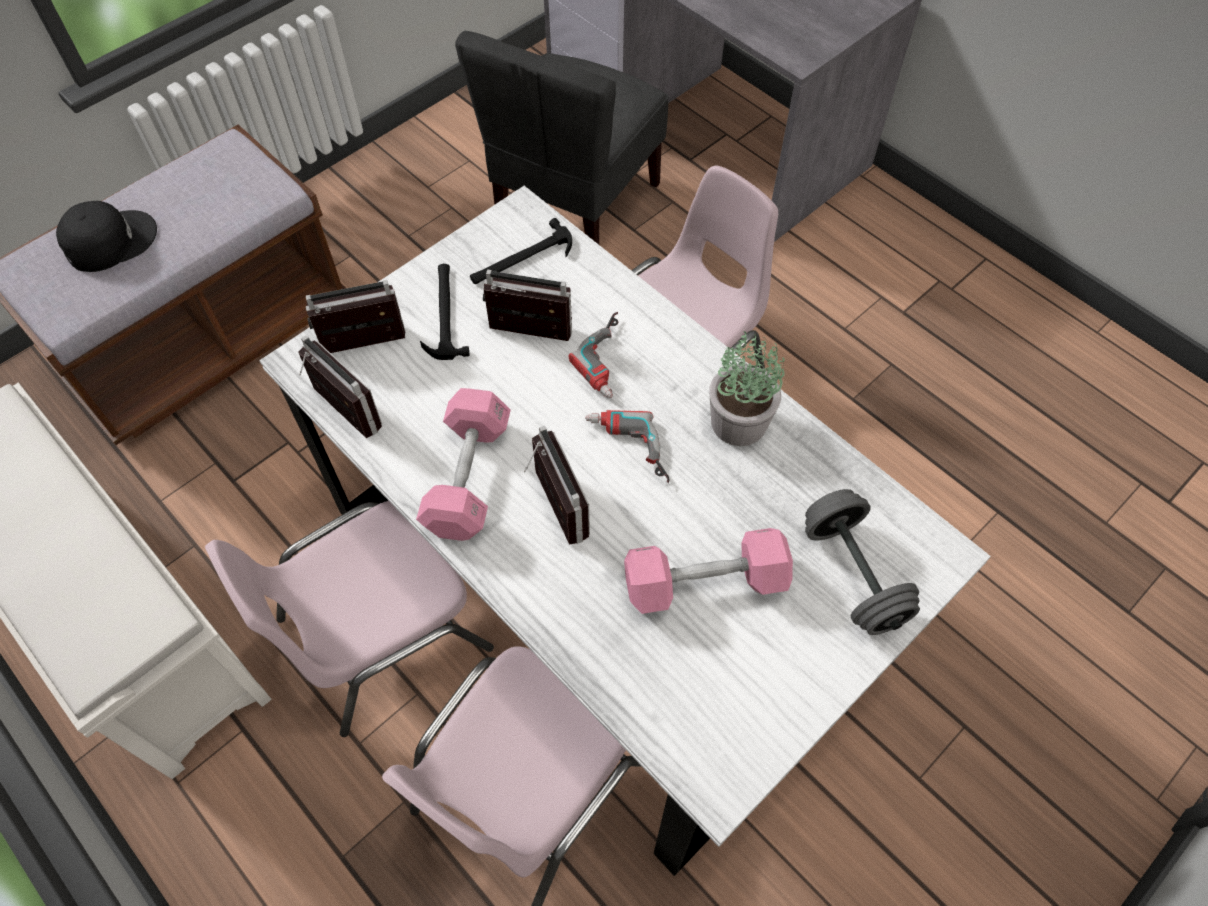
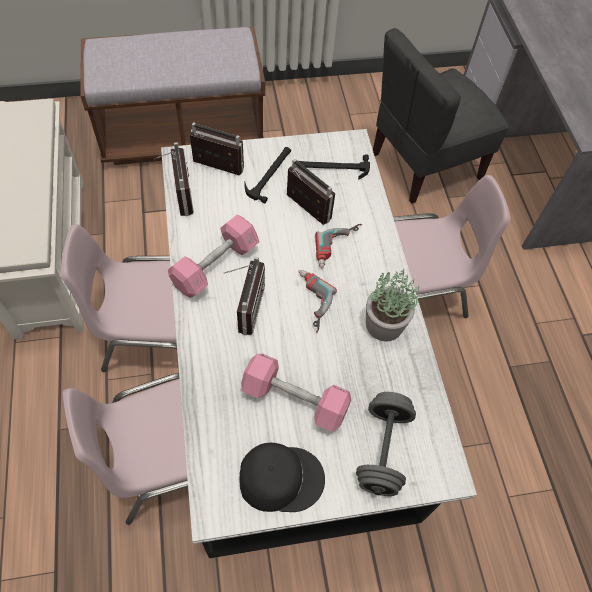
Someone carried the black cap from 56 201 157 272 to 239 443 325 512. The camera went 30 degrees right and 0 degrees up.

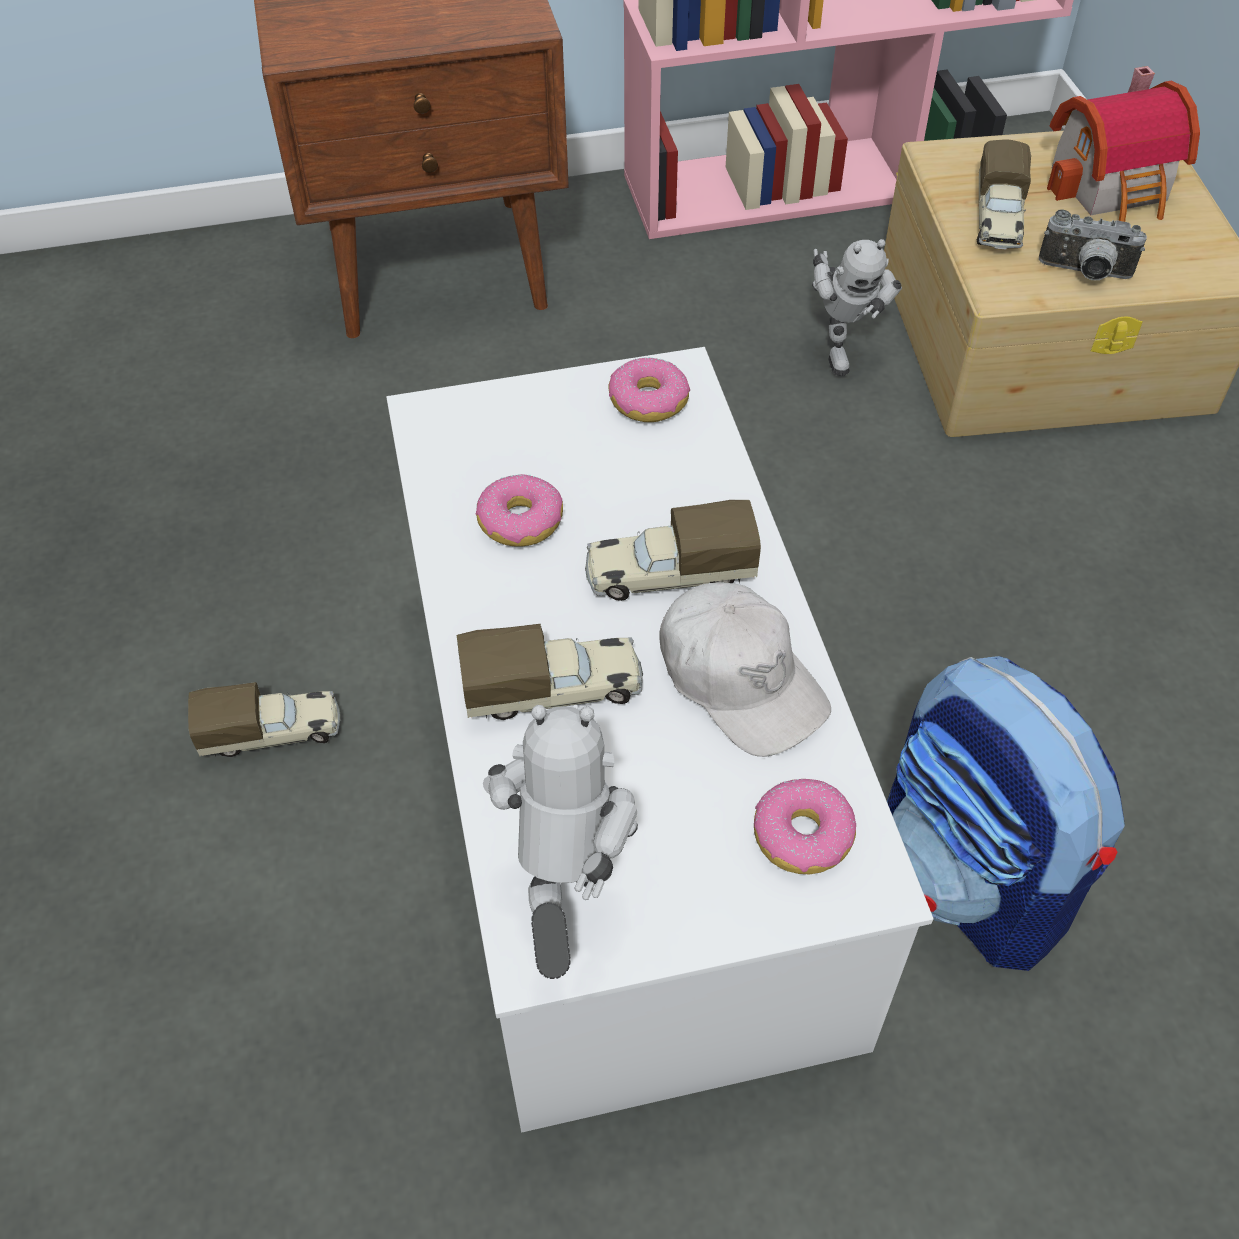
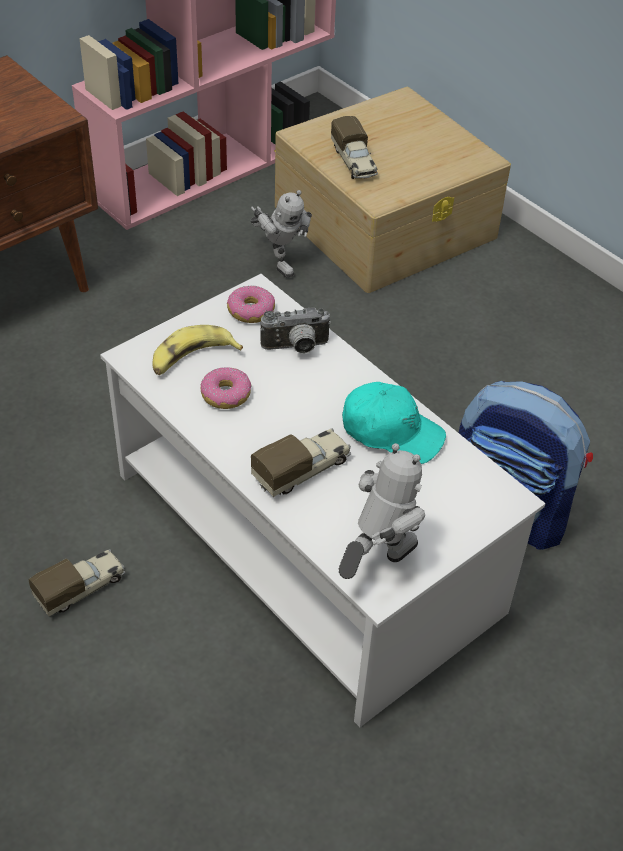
Someone took away the toy truck at 585 500 761 601. Someone took away the donut at 754 779 856 875. Someone took away the toy house at 1047 66 1200 222. Someone put down the banana at 152 325 243 375. Someone carried the photo camera from 1039 210 1147 280 to 261 307 331 354. Someone repainted the white cap at 660 582 831 757, which became the turquoise cap at 342 382 446 464. Someone rotated the toy robot at 483 705 638 979 by 60 degrees clockwise. The camera went 30 degrees left and 5 degrees down.

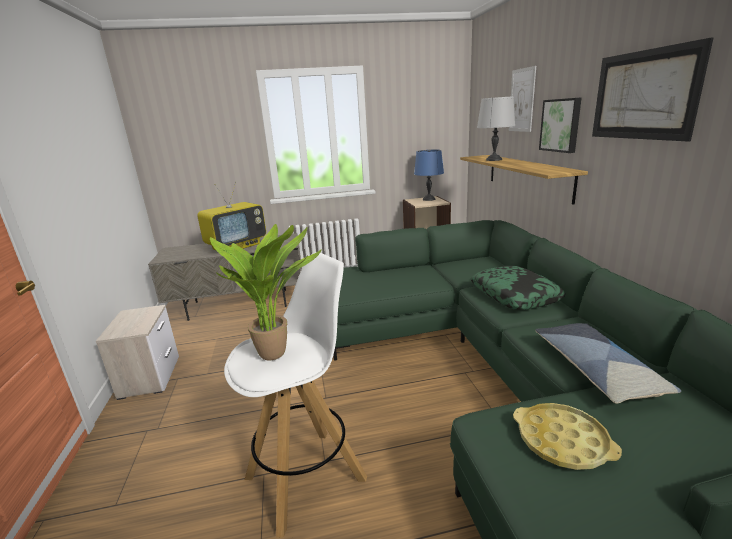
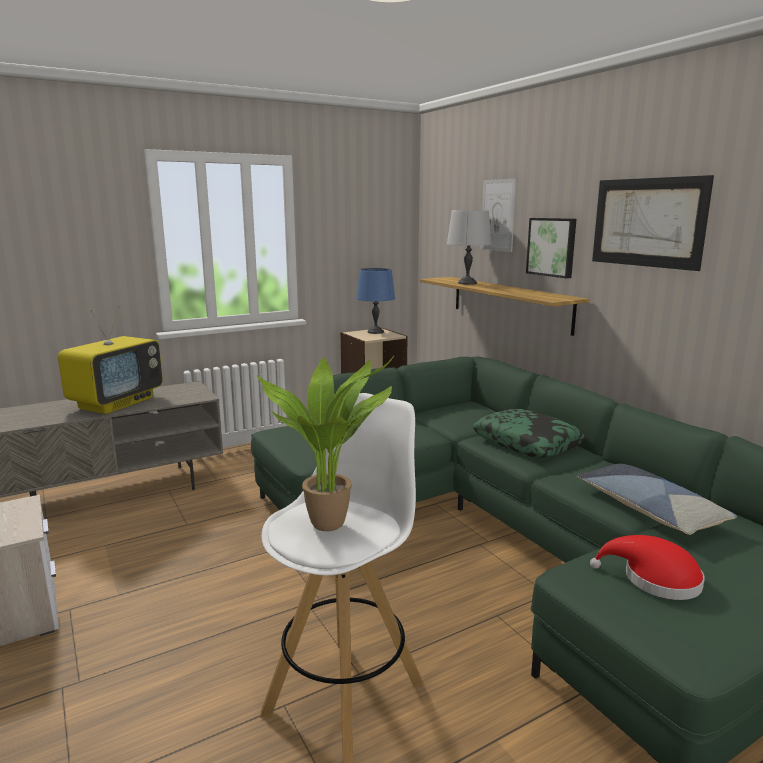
Someone swapped the yellow tray at 513 403 622 470 for the red hat at 590 535 705 600. The camera went 20 degrees left and 5 degrees down.

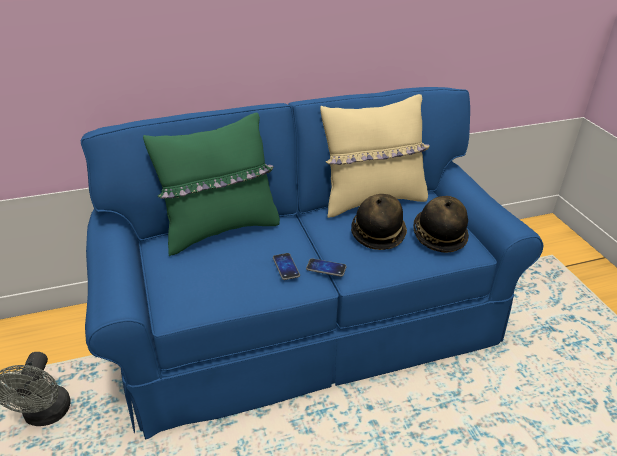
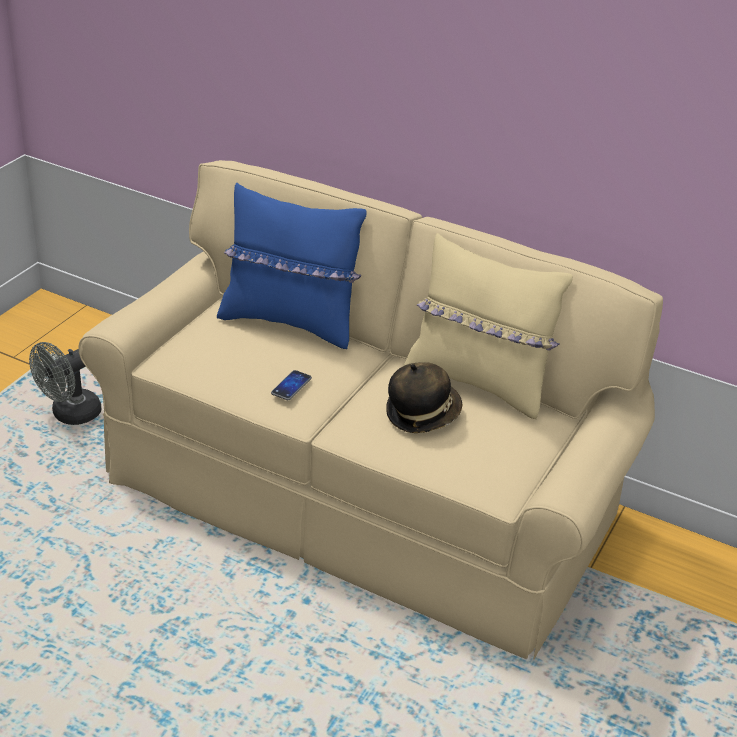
Someone took away the phone at 306 258 347 277. Someone took away the hat at 414 196 469 253. Someone repainted the blue sofa at 81 87 543 440, which became the beige sofa at 78 160 663 659. Someone repainted the green pillow at 143 113 280 256, which became the blue pillow at 217 183 367 349. The camera went 45 degrees right and 0 degrees up.

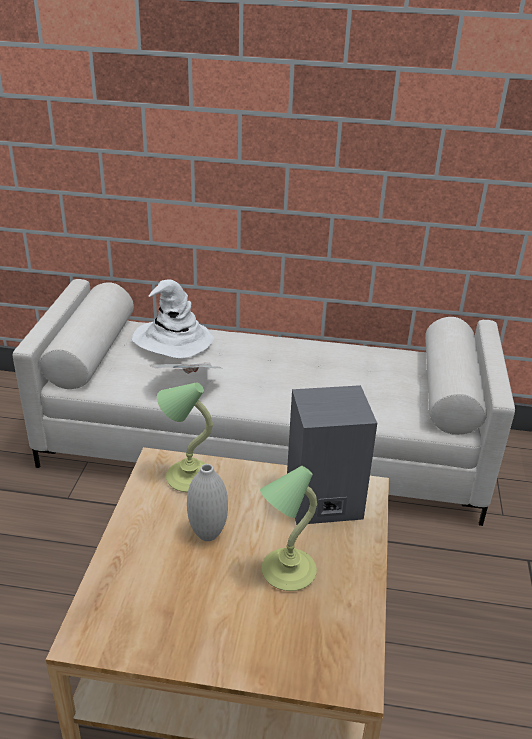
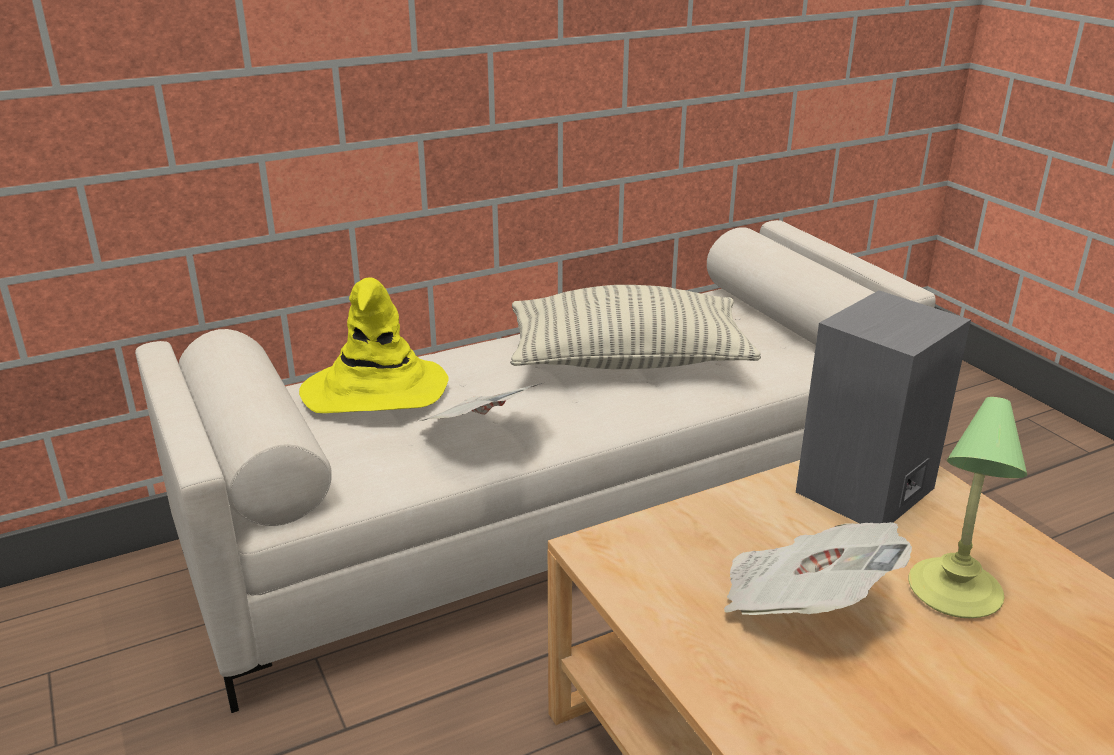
Someone took away the table lamp at 157 382 213 492. Someone put down the pillow at 510 285 761 369. Someone swapped the white vase at 187 464 228 541 for the newspaper at 724 522 912 615. Someone repainted the white hat at 132 279 214 358, which became the yellow hat at 299 277 448 413. The camera went 35 degrees left and 5 degrees down.

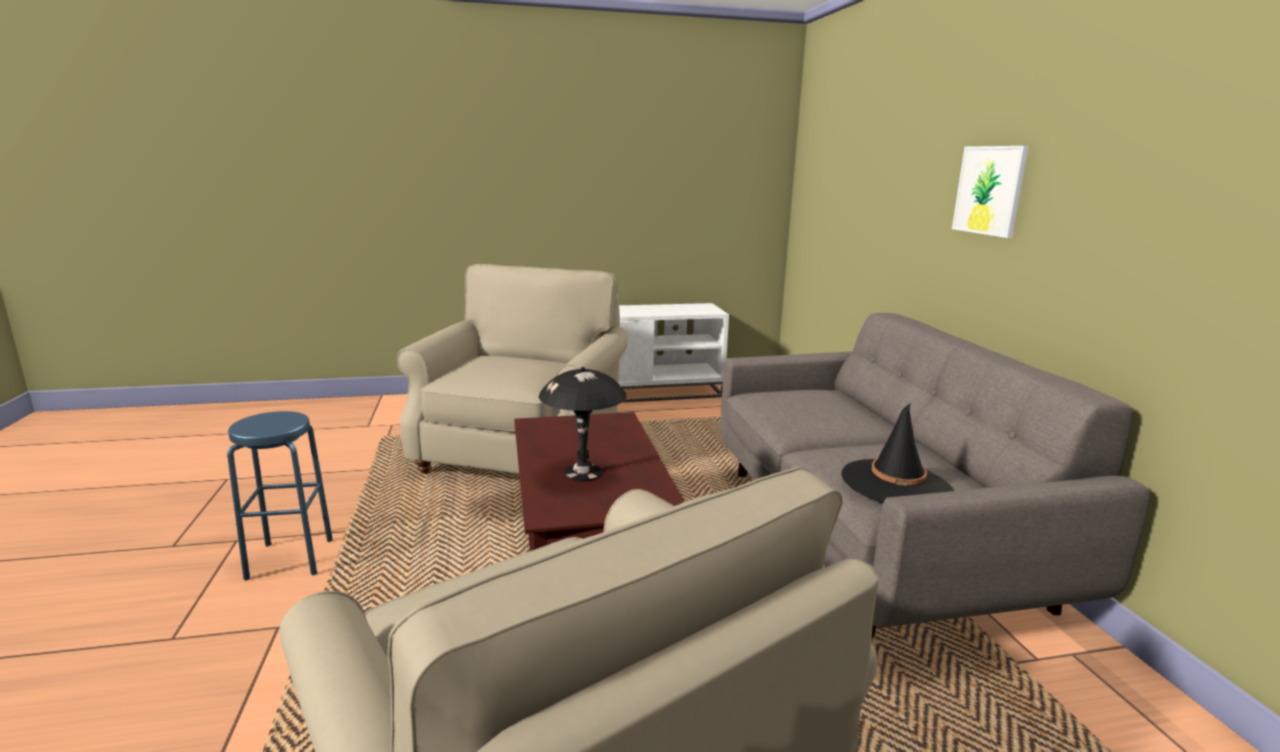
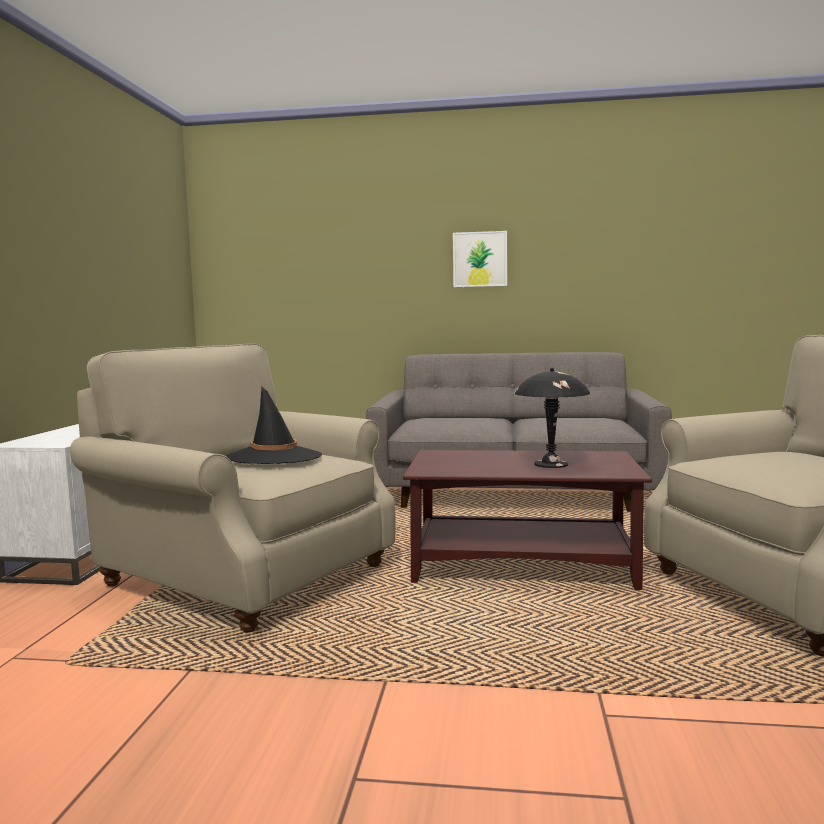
Someone took away the blue stool at 227 411 333 581. Someone carried the black hat from 841 403 955 503 to 226 387 322 464. The camera went 70 degrees left and 10 degrees down.

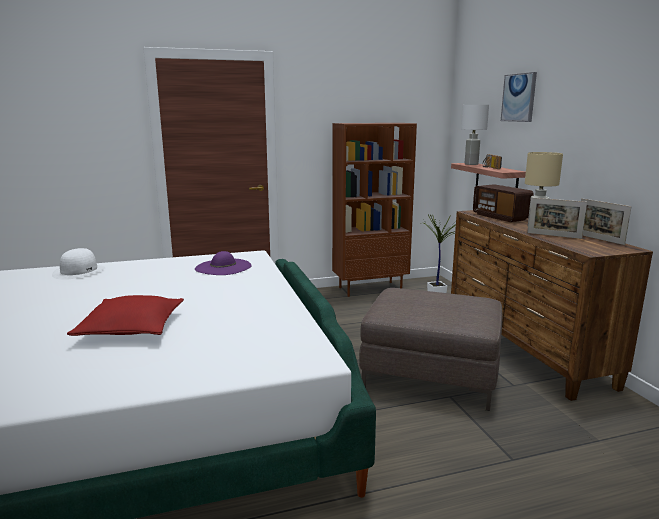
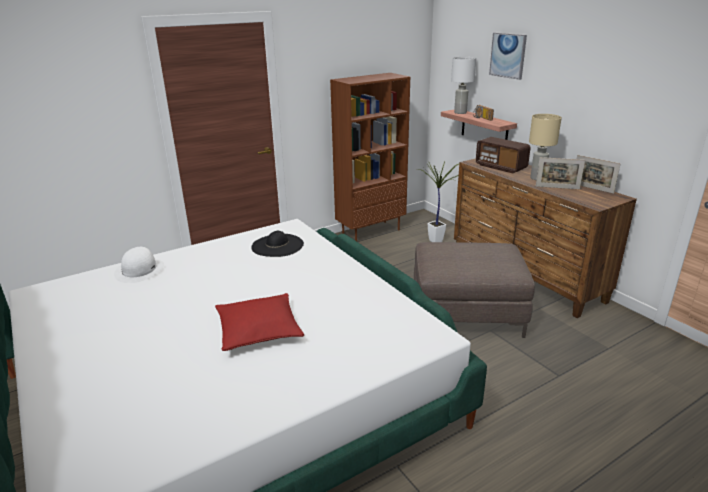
Someone repainted the purple hat at 195 251 252 275, which became the black hat at 251 231 304 257. The camera went 15 degrees left and 10 degrees up.

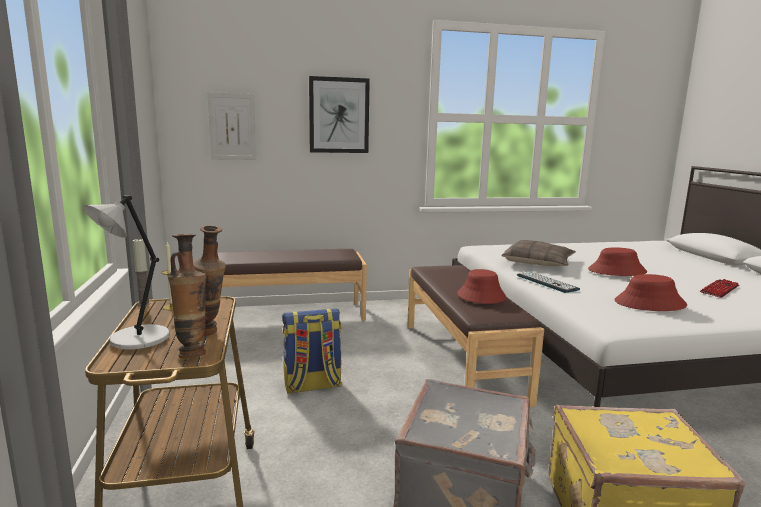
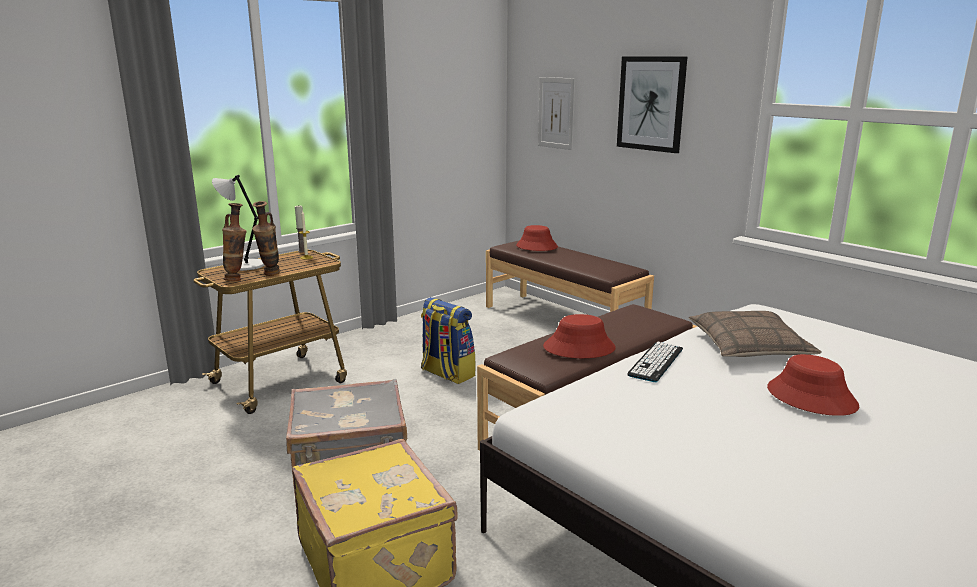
Someone took away the keyboard at 700 279 739 298. Someone carried the red hat from 615 274 687 311 to 516 225 558 251. The camera went 60 degrees right and 5 degrees up.

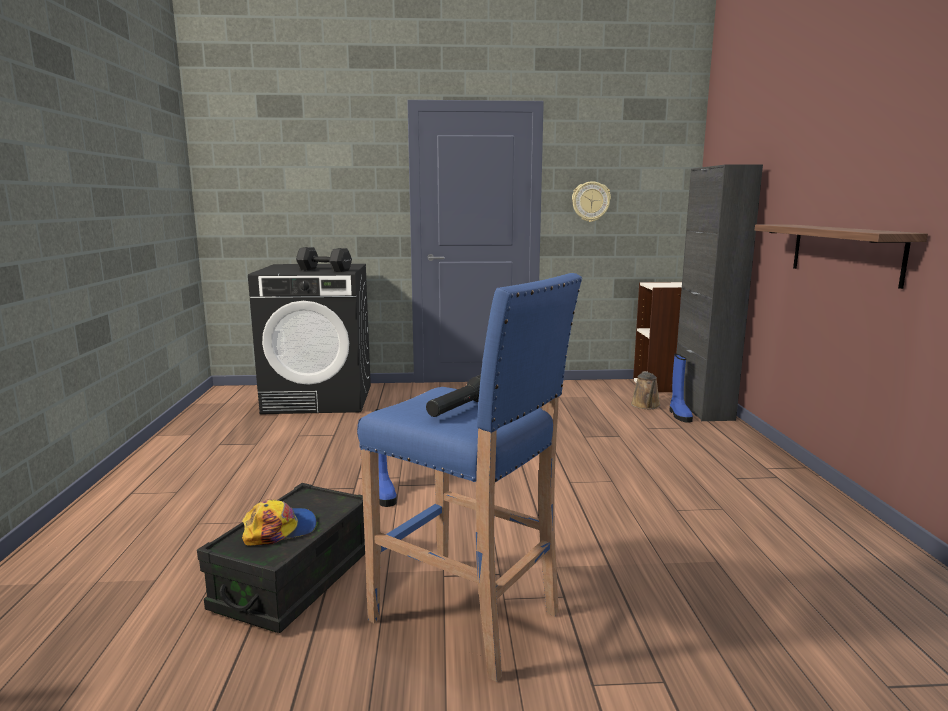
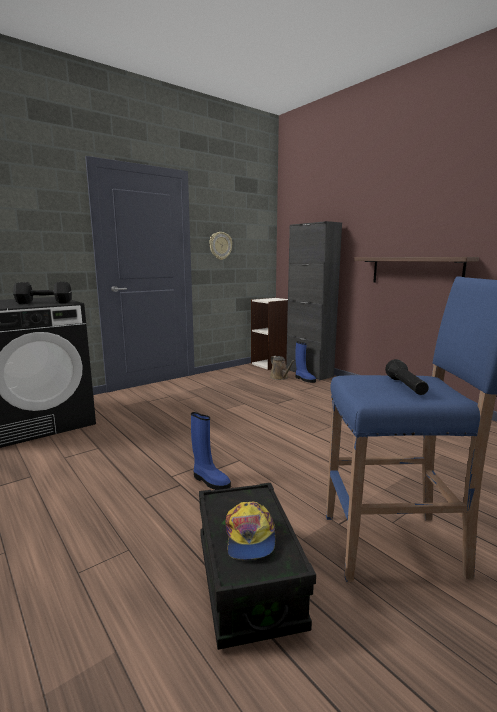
Someone rotated the cap at 242 499 317 546 by 150 degrees clockwise. The camera went 35 degrees left and 0 degrees up.

